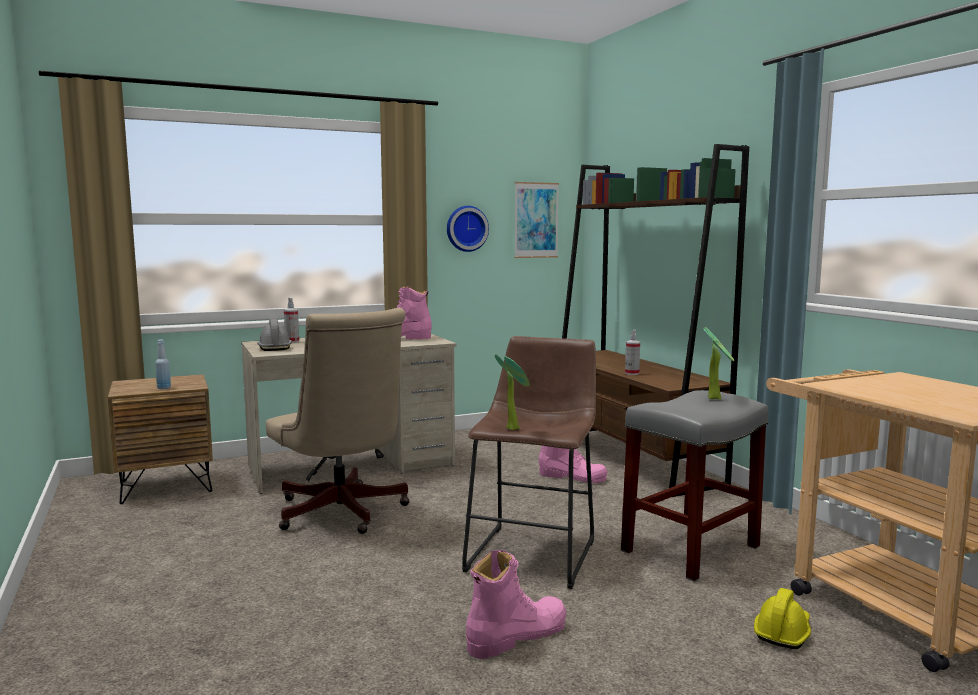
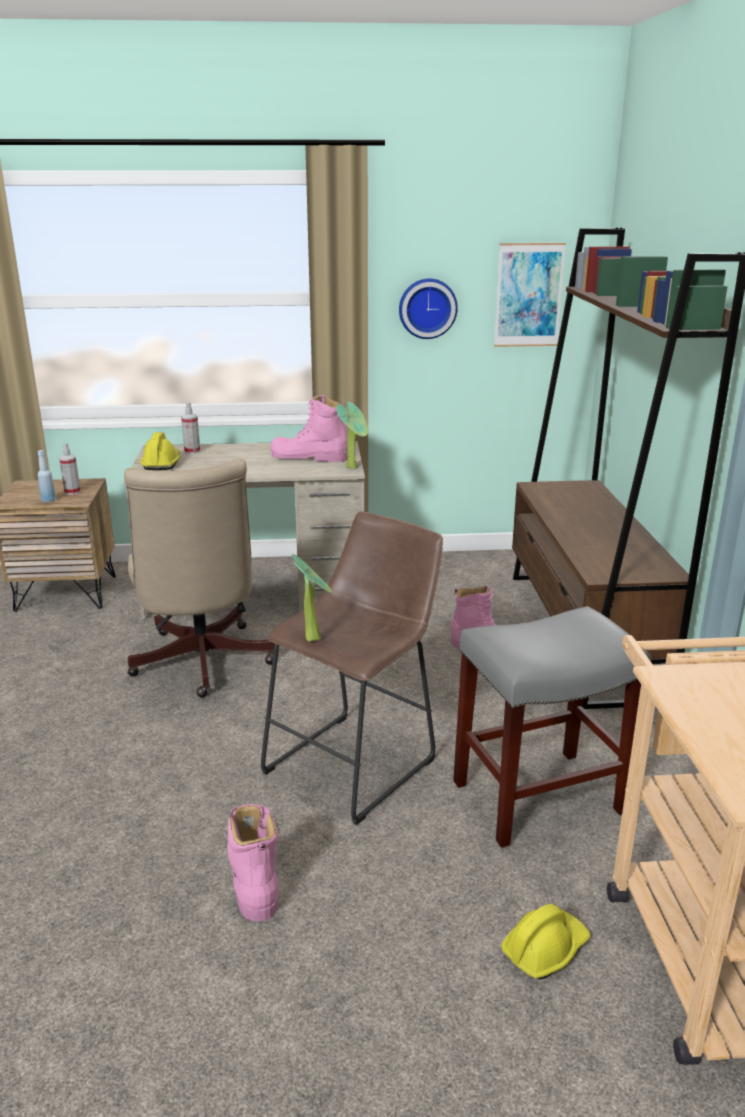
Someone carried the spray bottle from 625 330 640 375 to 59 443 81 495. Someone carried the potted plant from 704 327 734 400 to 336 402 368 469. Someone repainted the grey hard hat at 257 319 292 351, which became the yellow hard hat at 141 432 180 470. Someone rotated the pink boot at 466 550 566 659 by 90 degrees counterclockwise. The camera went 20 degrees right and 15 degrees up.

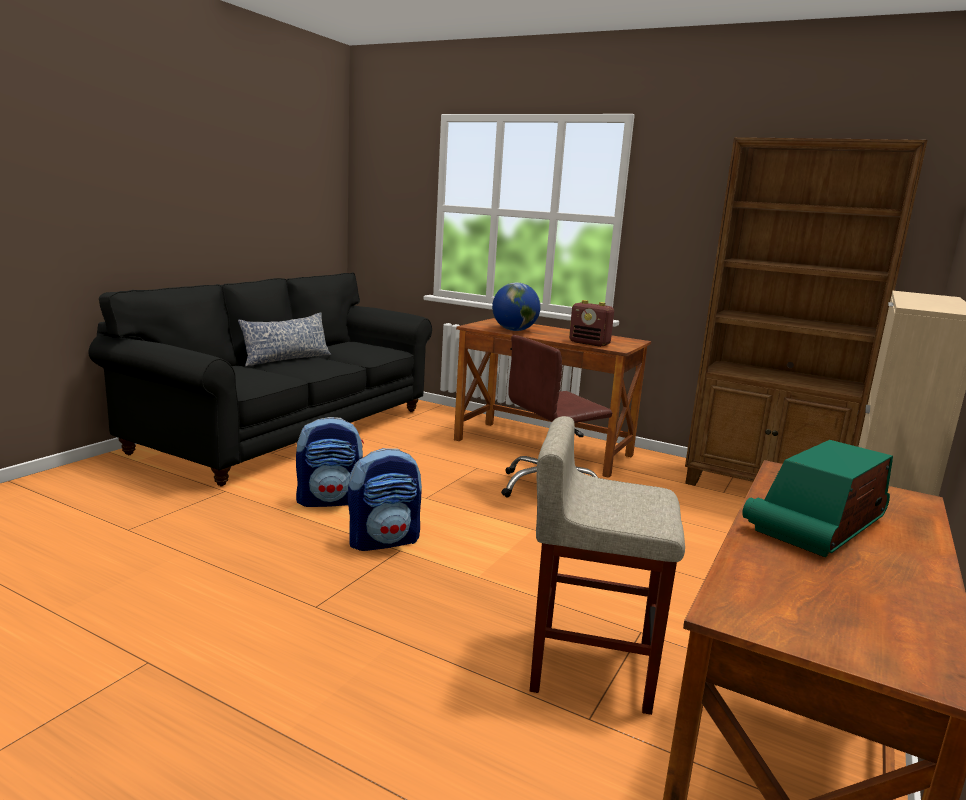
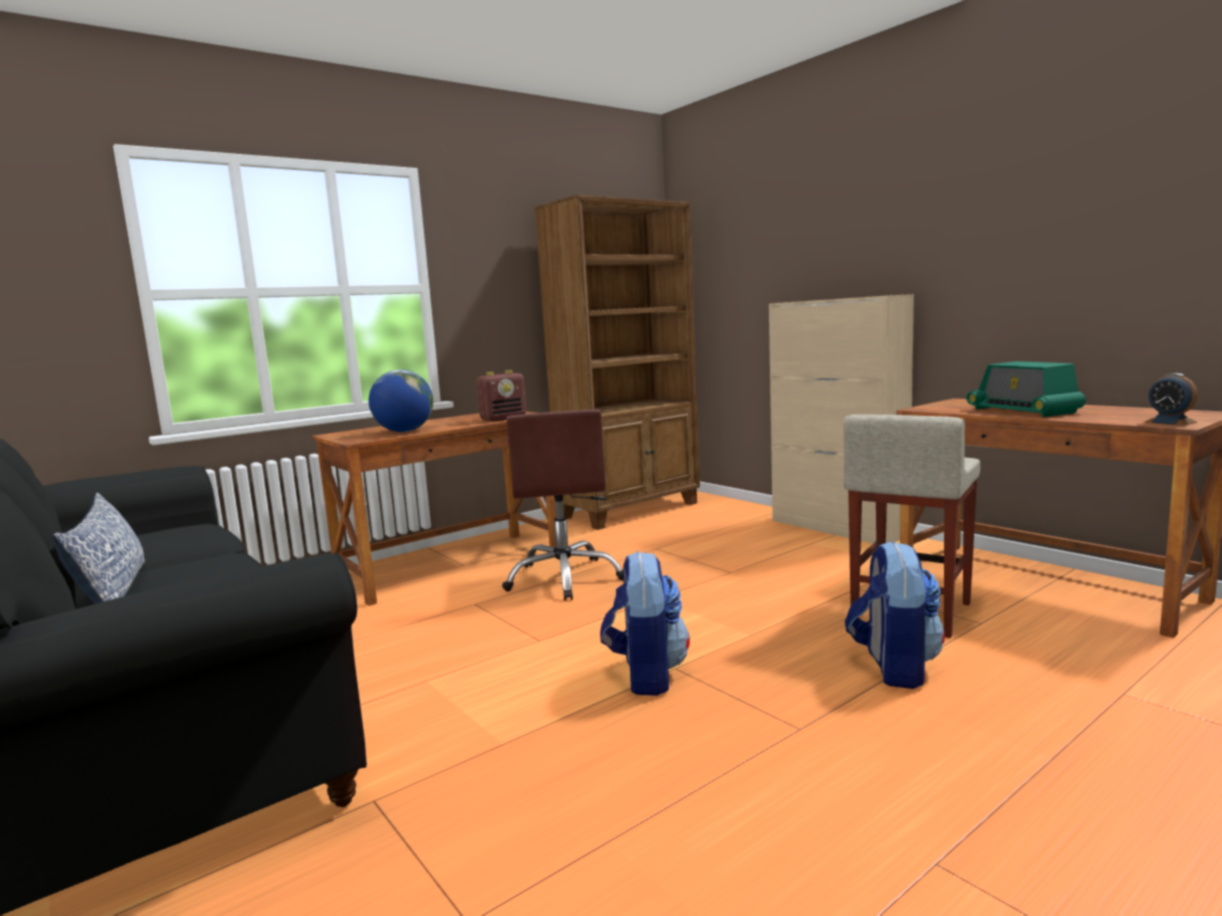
Someone put down the alarm clock at 1144 373 1198 426. Someone carried the backpack from 296 417 364 507 to 845 540 945 689. The camera went 65 degrees left and 5 degrees down.

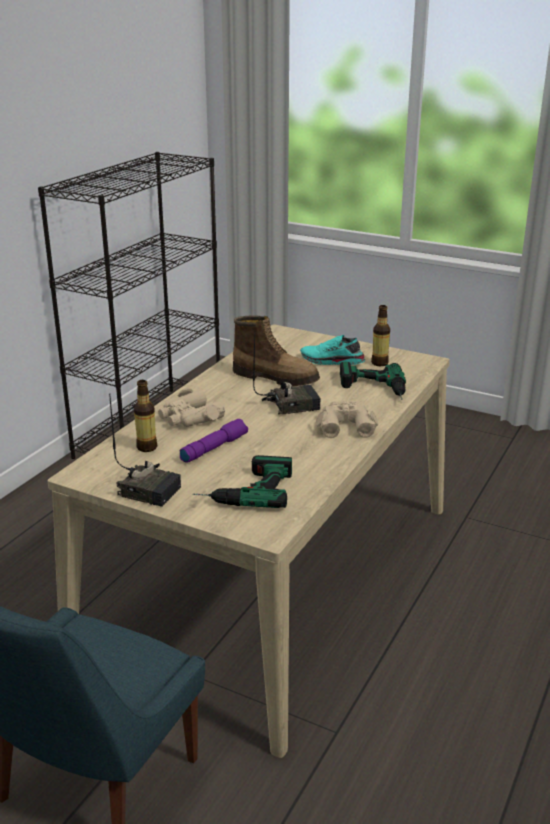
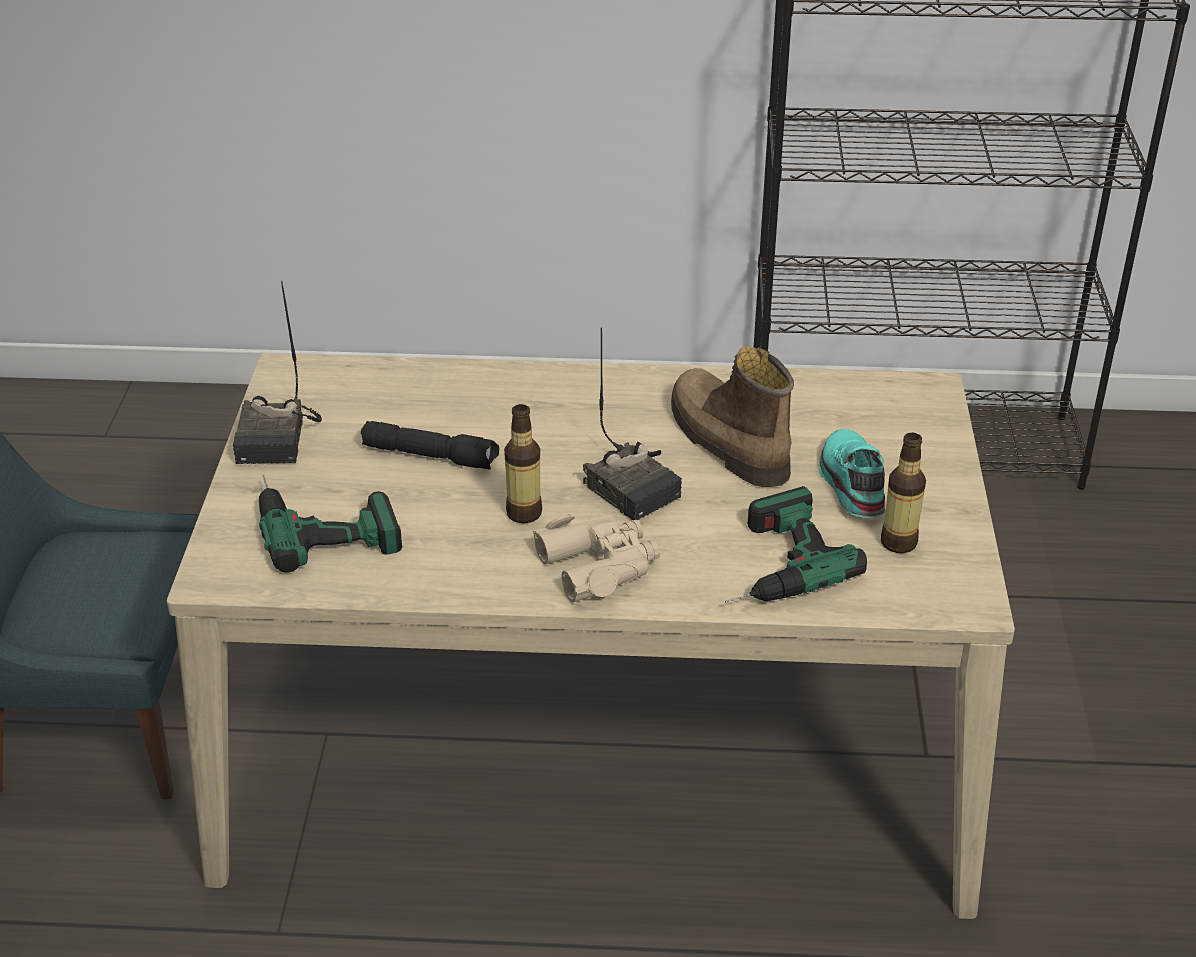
Someone took away the beige binoculars at 158 388 225 427. Someone carried the bottle from 134 380 157 452 to 504 404 542 523. Someone repainted the purple flashlight at 179 419 248 463, which became the black flashlight at 361 421 499 470. Someone rotated the boot at 233 315 320 386 by 150 degrees clockwise. The camera went 65 degrees right and 10 degrees up.

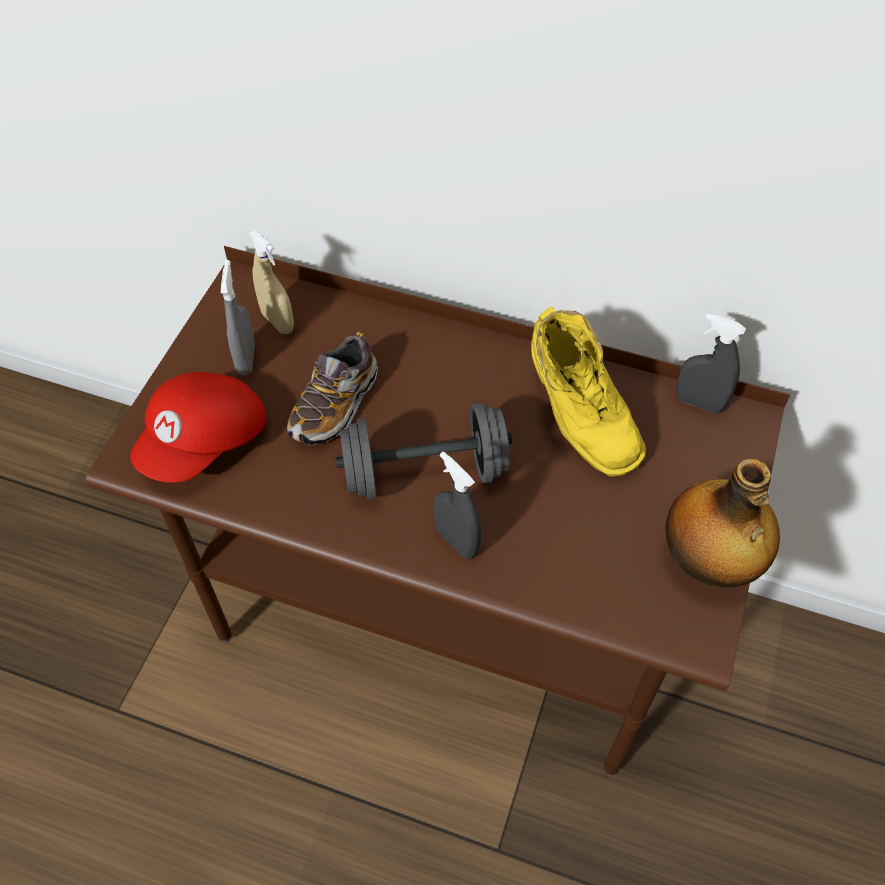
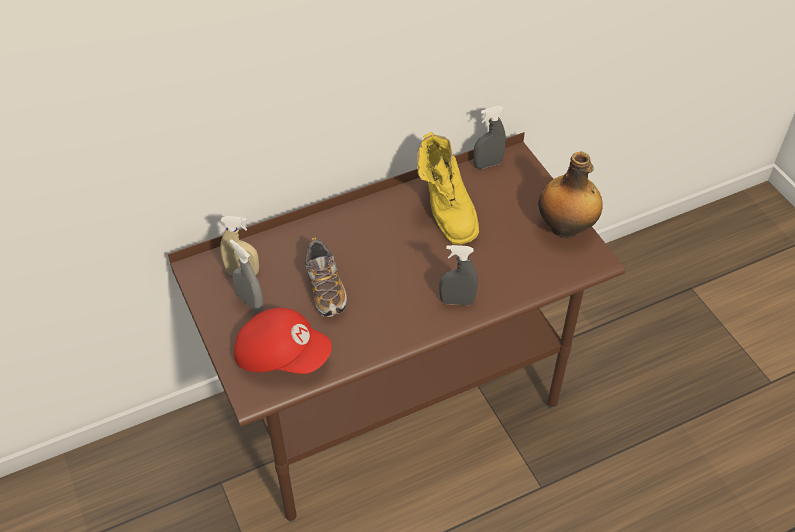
Someone took away the grey dumbbell at 336 402 512 500. Someone rotated the red cap at 130 372 266 483 by 60 degrees counterclockwise. Someone rotated the yellow boot at 531 306 646 477 by 60 degrees clockwise. The camera went 45 degrees left and 5 degrees down.

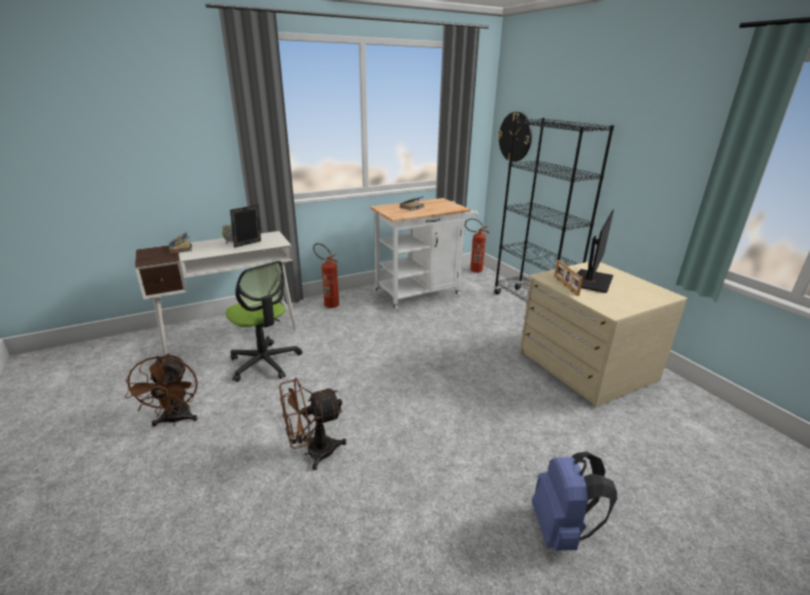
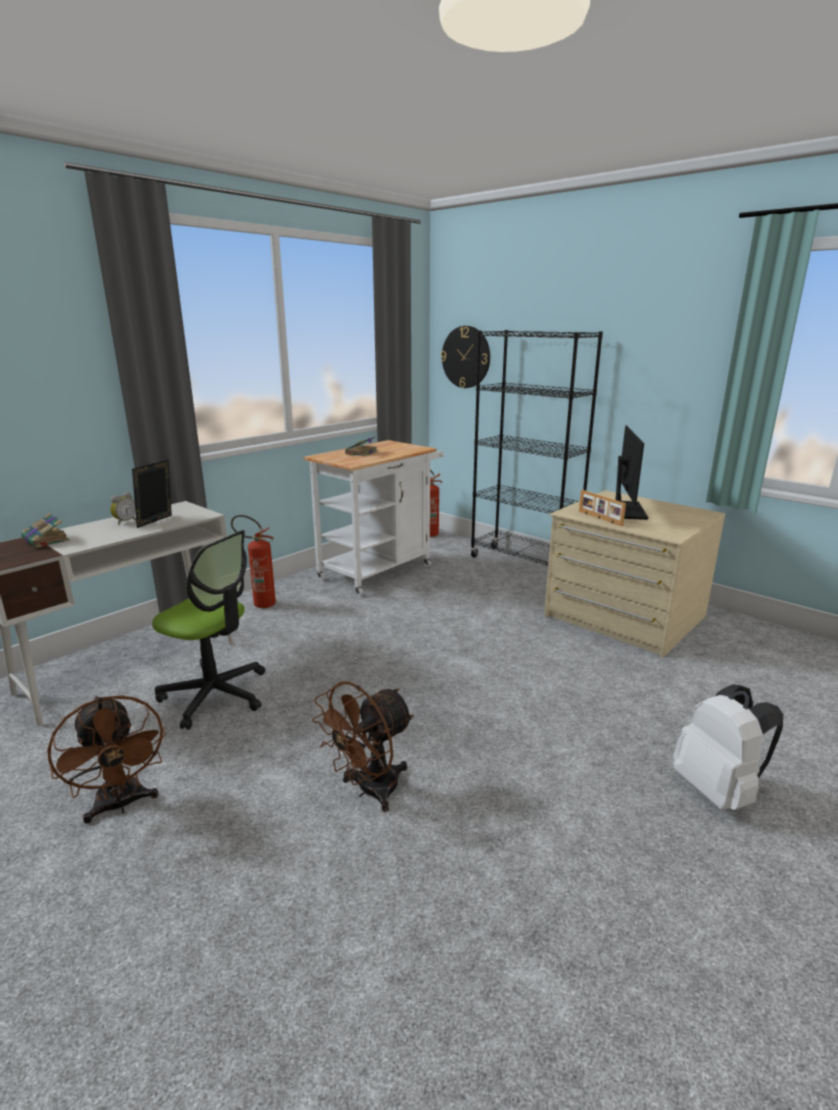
Someone repainted the blue backpack at 532 451 617 550, which became the white backpack at 673 684 783 810. The camera went 20 degrees left and 5 degrees down.

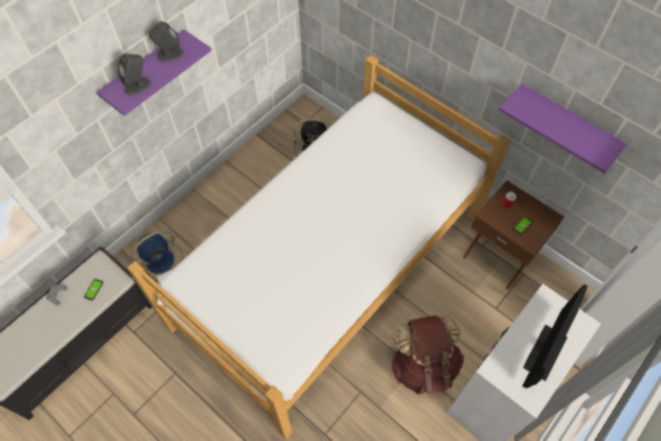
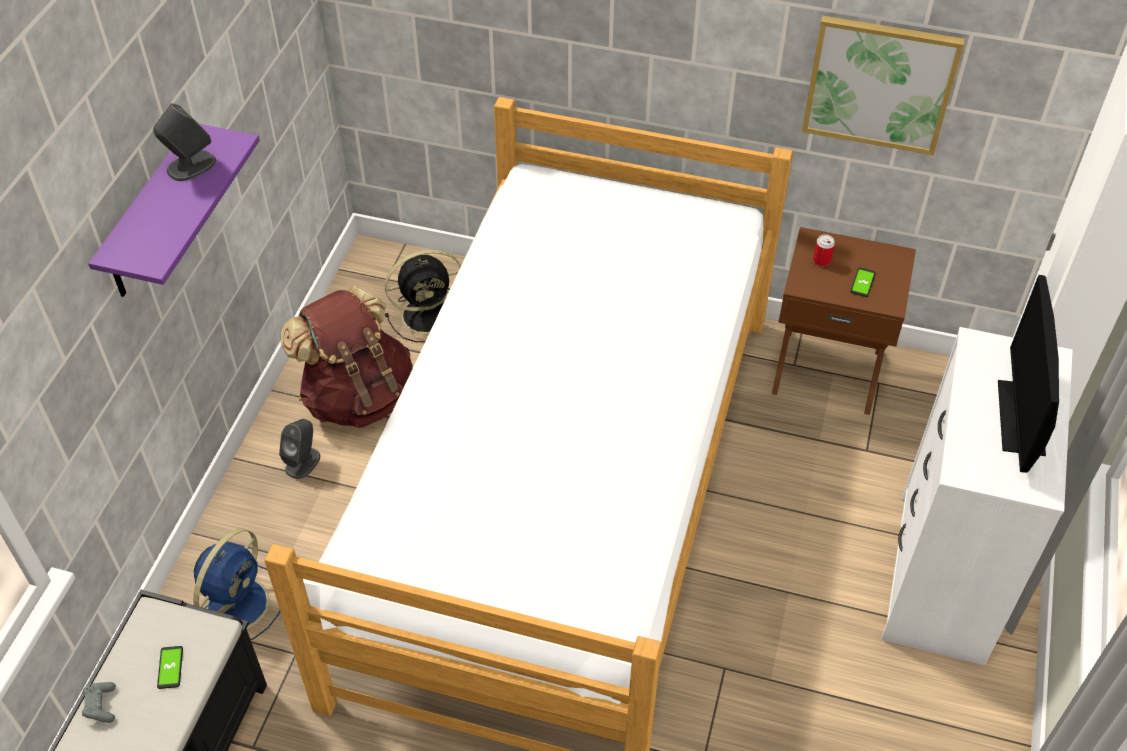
Someone carried the grey speaker from 118 54 151 95 to 279 419 320 479. Someone carried the brown backpack from 391 315 464 394 to 281 286 413 428. Someone swapped the purple shelf at 499 84 627 174 for the picture at 802 16 965 155. The camera went 25 degrees left and 10 degrees down.

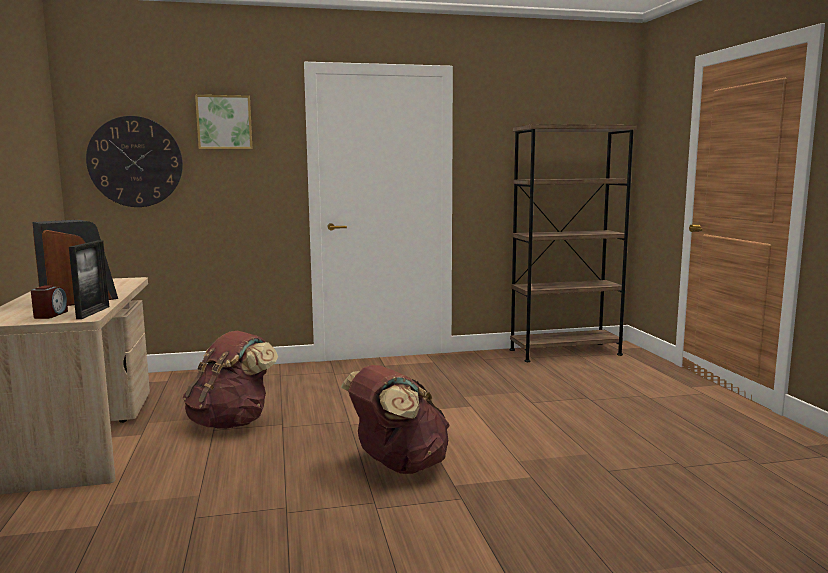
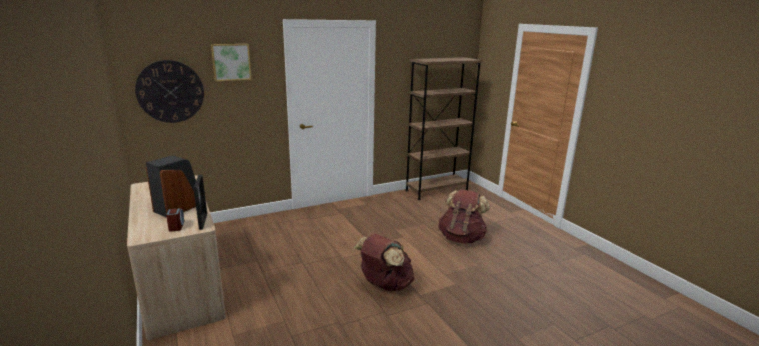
Someone carried the brown backpack from 182 331 278 429 to 438 189 490 244. The camera went 15 degrees left and 10 degrees up.

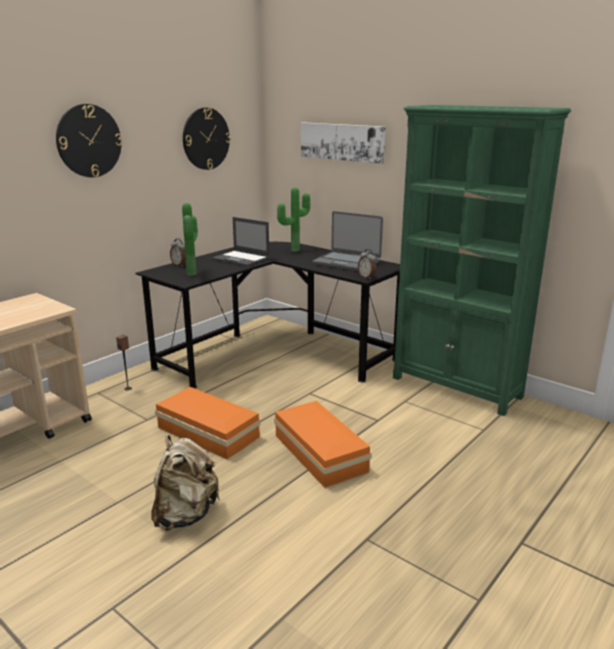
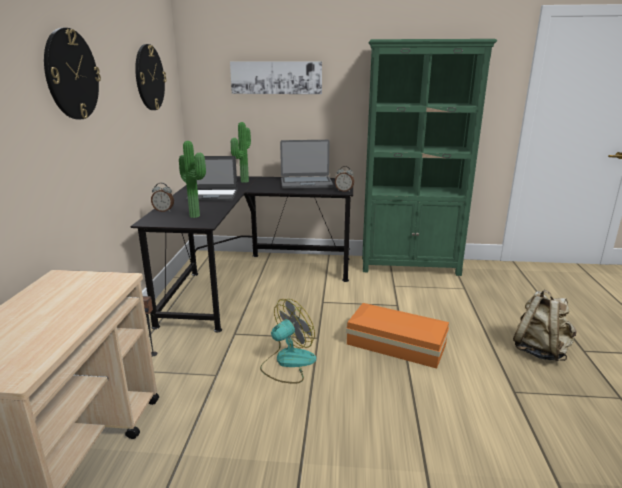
Someone carried the beige backpack from 151 435 220 531 to 513 290 577 361. Someone swapped the orange storage box at 155 387 260 459 for the fan at 260 299 316 383. The camera went 35 degrees left and 0 degrees up.

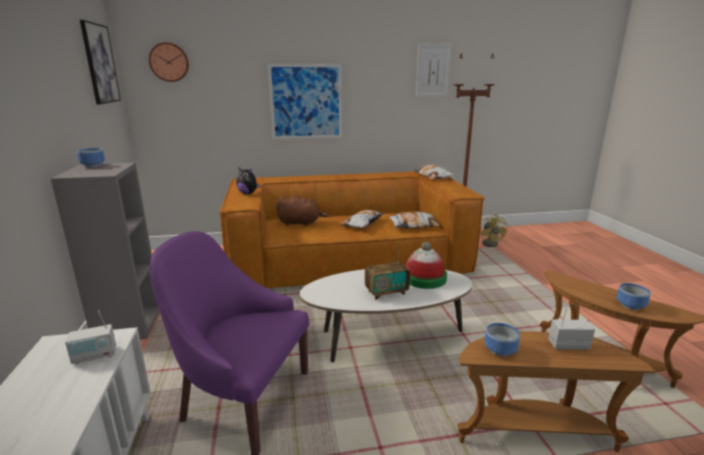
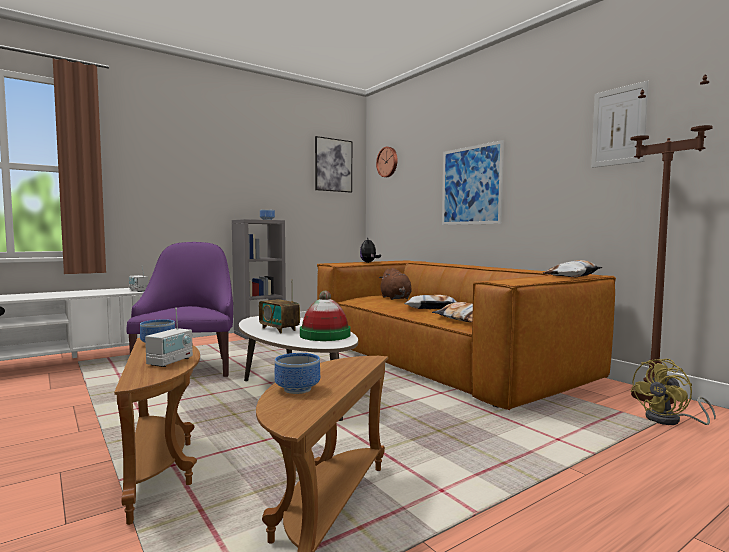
Someone rotated the radio at 548 308 595 351 by 45 degrees clockwise. The camera went 65 degrees right and 15 degrees down.

